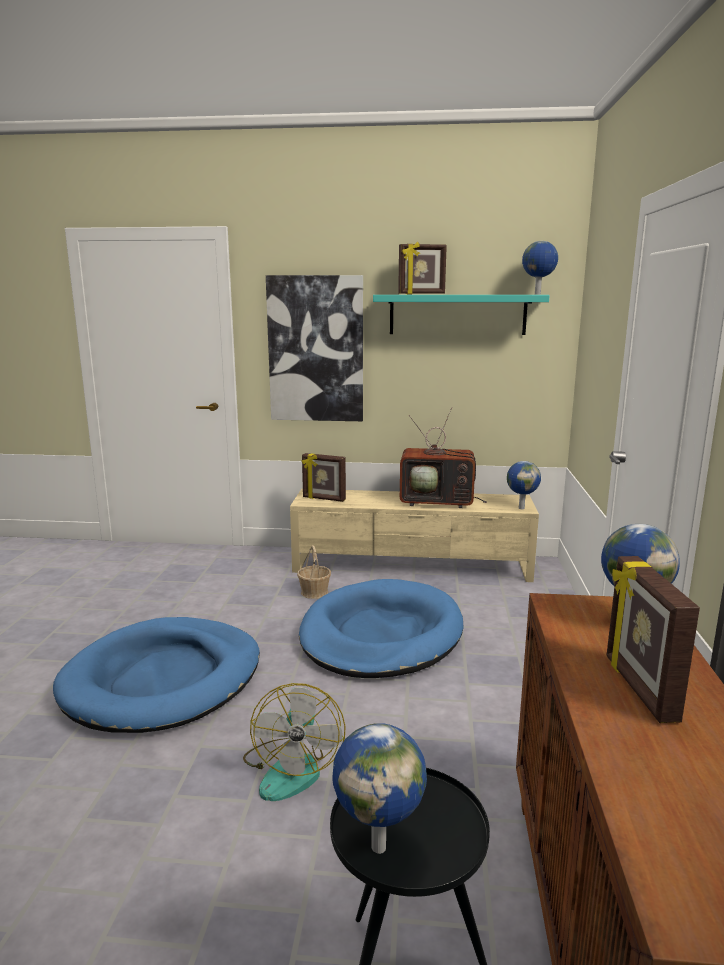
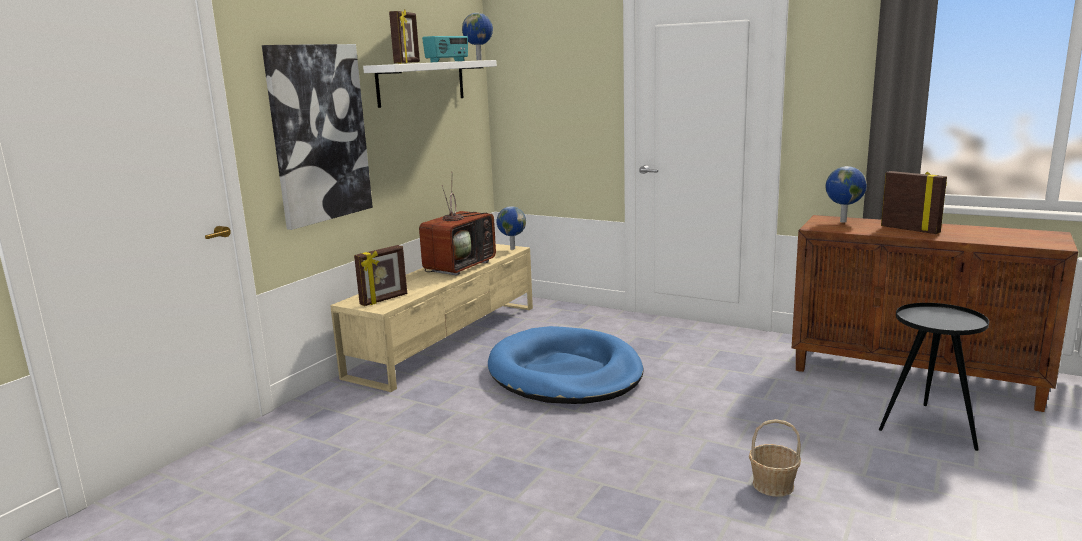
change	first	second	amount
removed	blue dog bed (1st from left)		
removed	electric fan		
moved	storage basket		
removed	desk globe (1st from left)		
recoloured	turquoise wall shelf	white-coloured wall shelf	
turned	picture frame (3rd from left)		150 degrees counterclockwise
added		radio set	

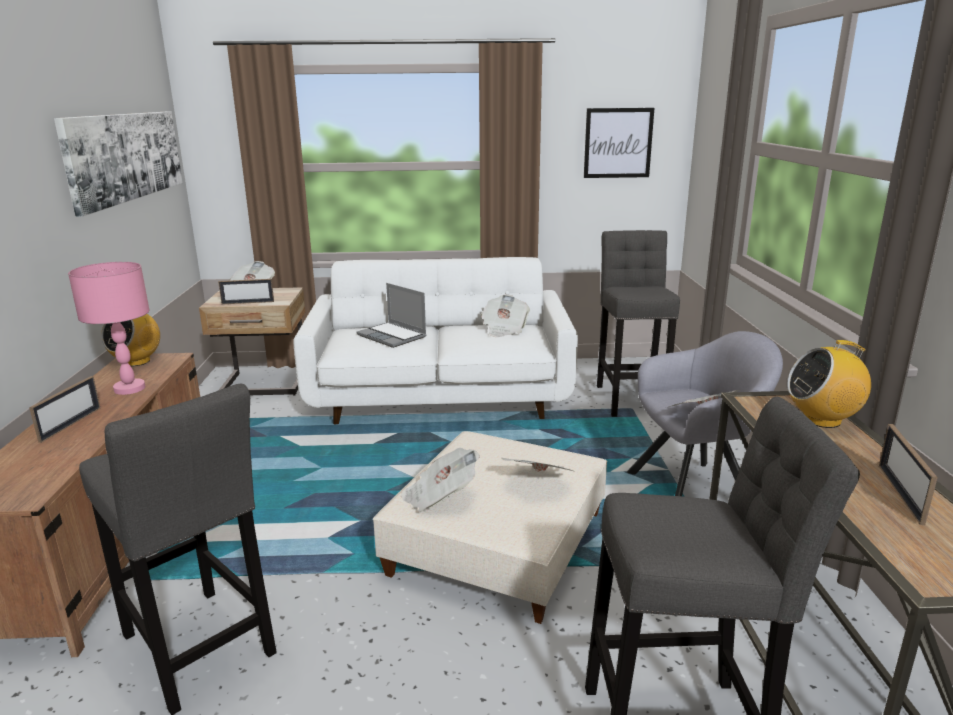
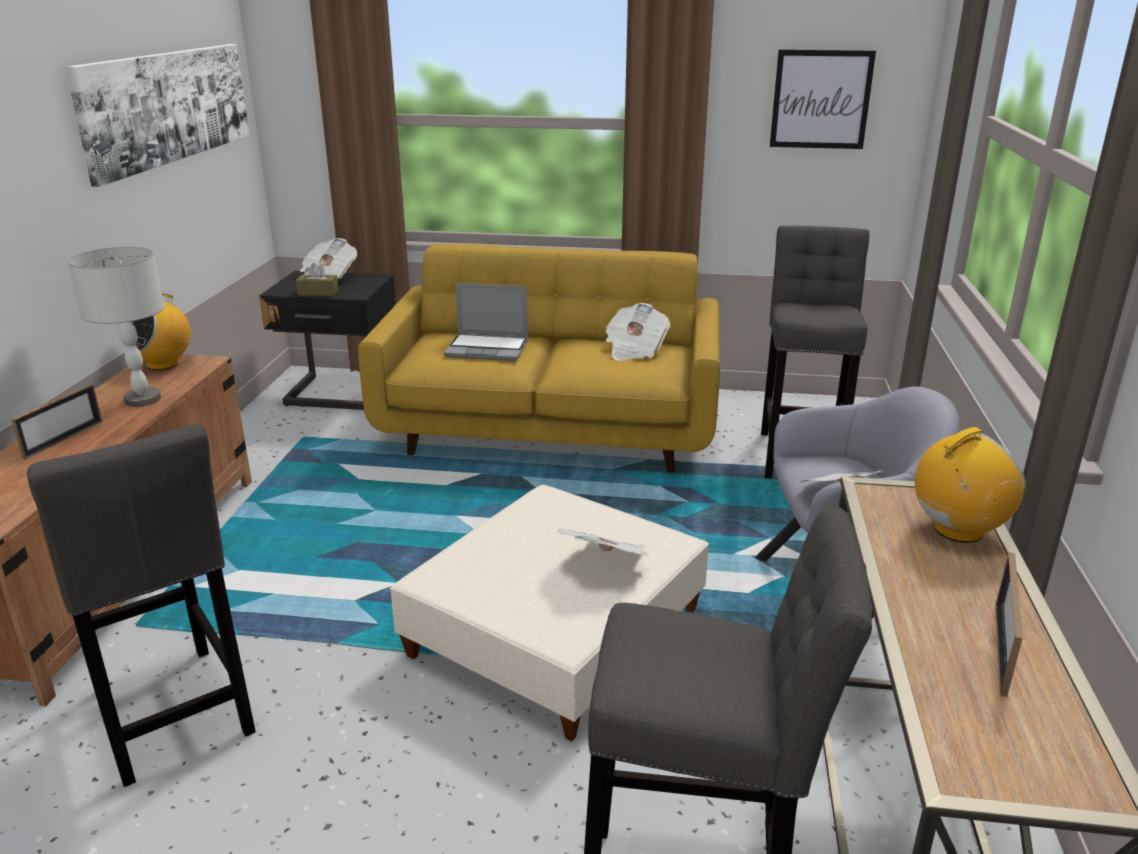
change	first	second	amount
recoloured	pinkish table lamp	gray table lamp	
recoloured	sand-coloured night table	blackish night table	
replaced	picture frame (2nd from left)	brown tissue box	
recoloured	white-coloured sofa	yellowish sofa	
turned	notebook computer		45 degrees counterclockwise
removed	newspaper (2nd from left)		
turned	radio set (2nd from left)		150 degrees clockwise

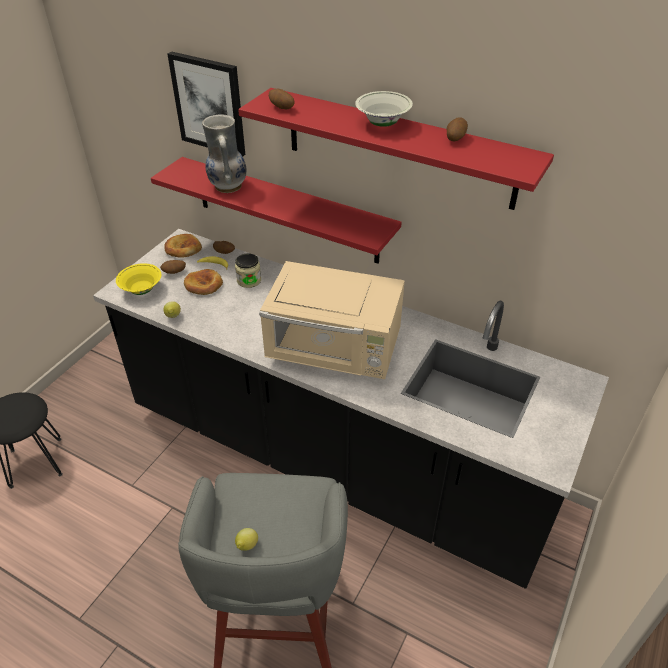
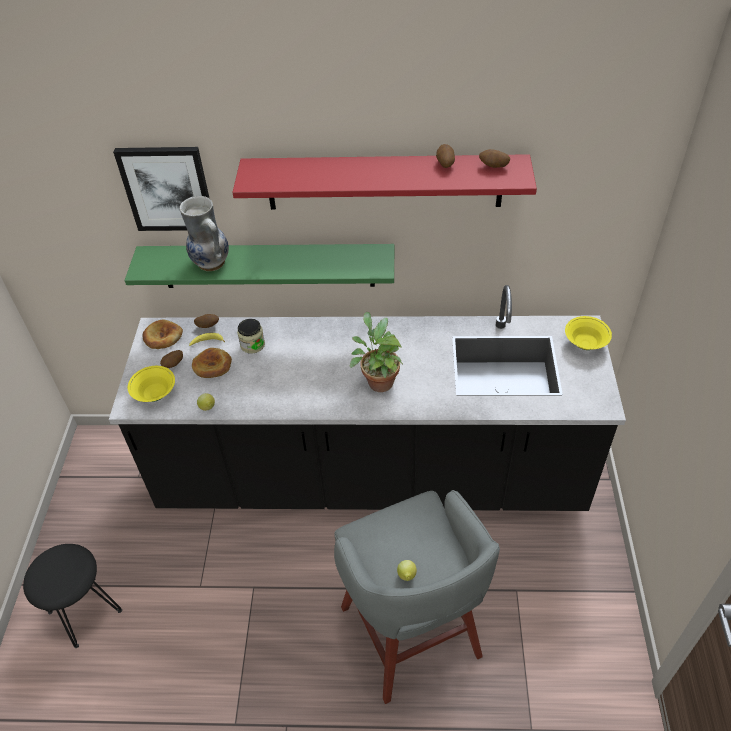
change	first	second	amount
recoloured	red wall shelf (1st from left)	green wall shelf	
replaced	sand-coloured kitchen microwave	plant in a pot	
moved	whole potato (3rd from left in the first image)	whole potato (4th from left)	
removed	white-coloured serving bowl		
added		yellowish serving bowl (2nd from left)	

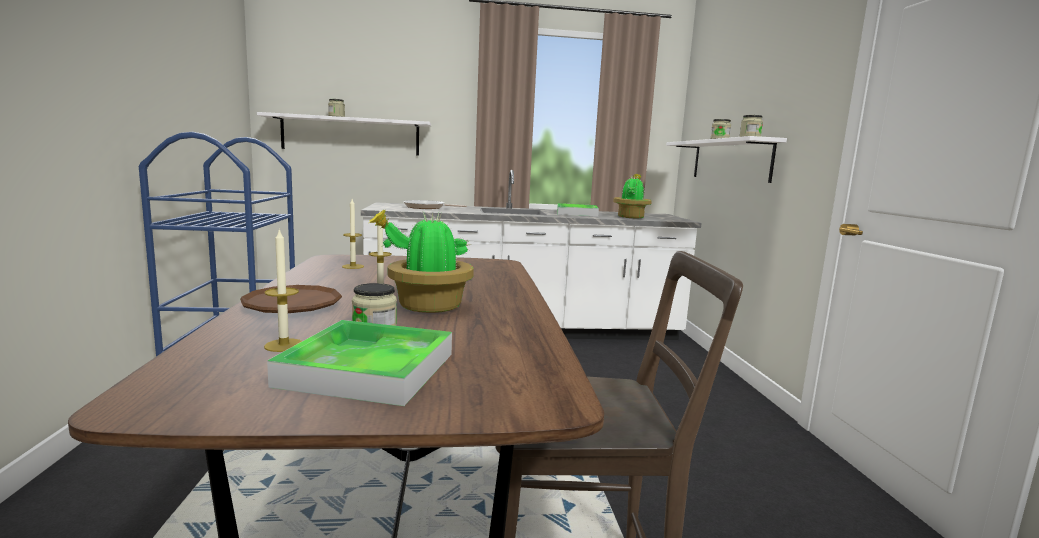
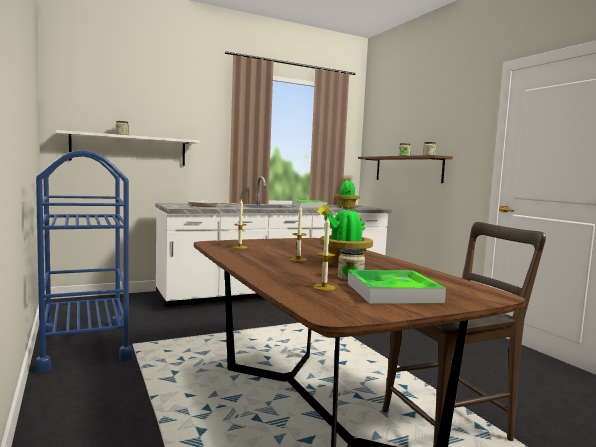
change	first	second	amount
removed	brown dinner plate		
recoloured	white-coloured wall shelf (2nd from left)	brown wall shelf	

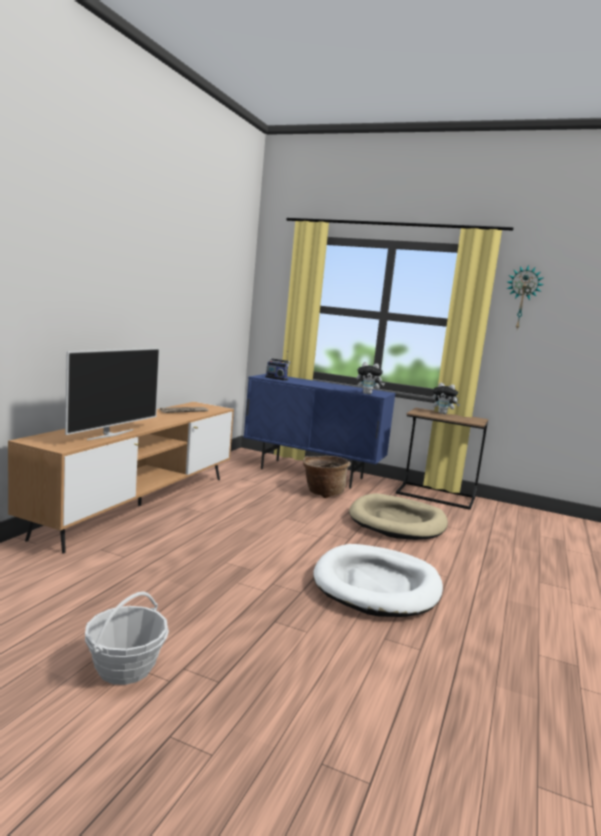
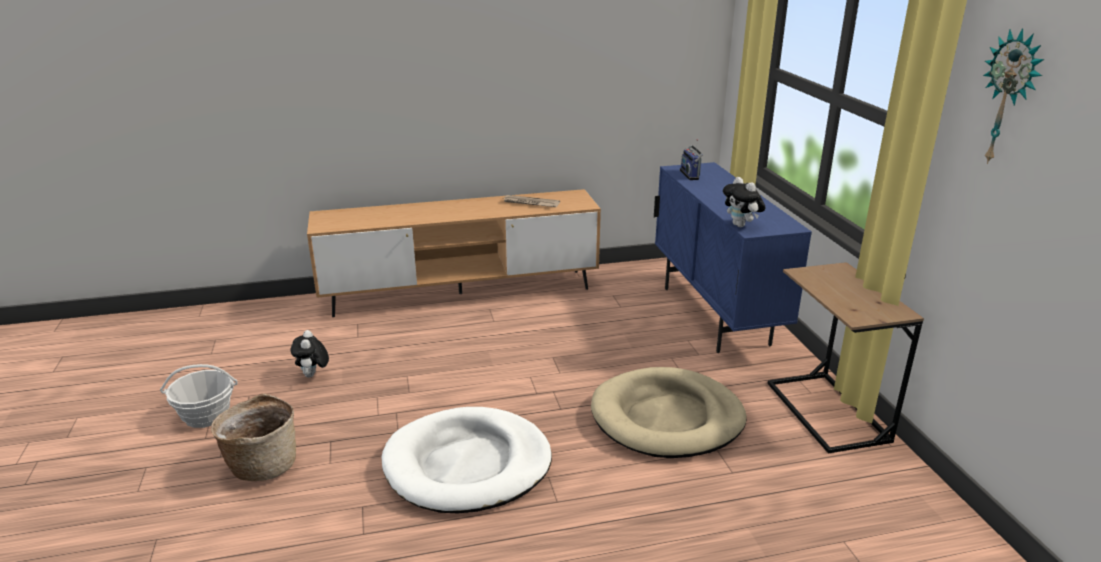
change	first	second	amount
removed	TV set		
moved	storage basket (2nd from left)		
moved	plush toy (2nd from left in the first image)	plush toy (1st from left)	

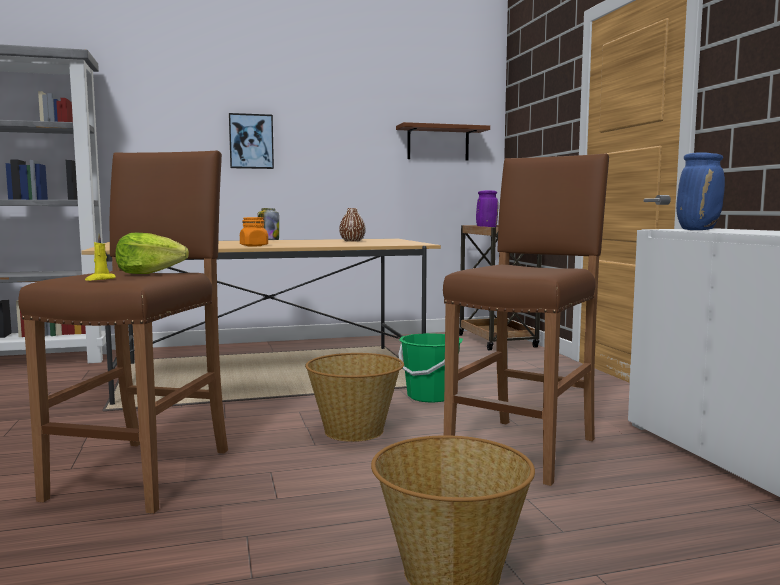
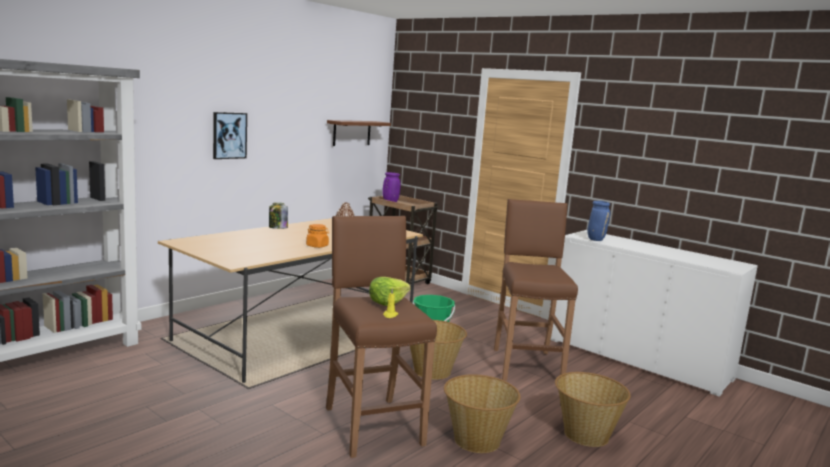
change	first	second	amount
added		storage basket (2nd from left)	

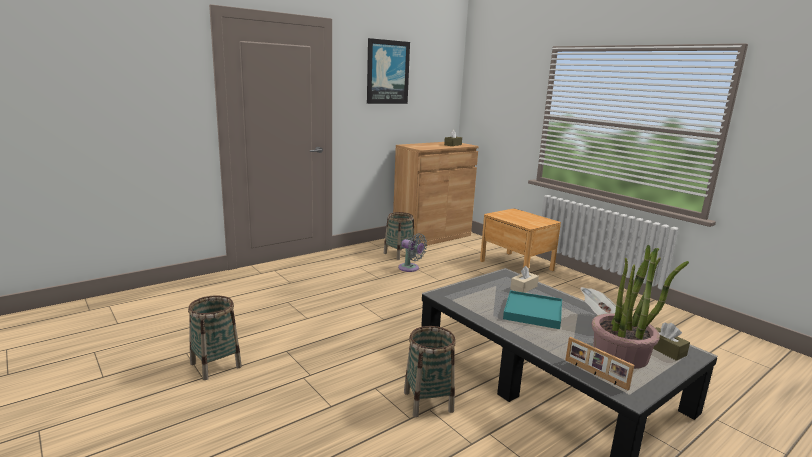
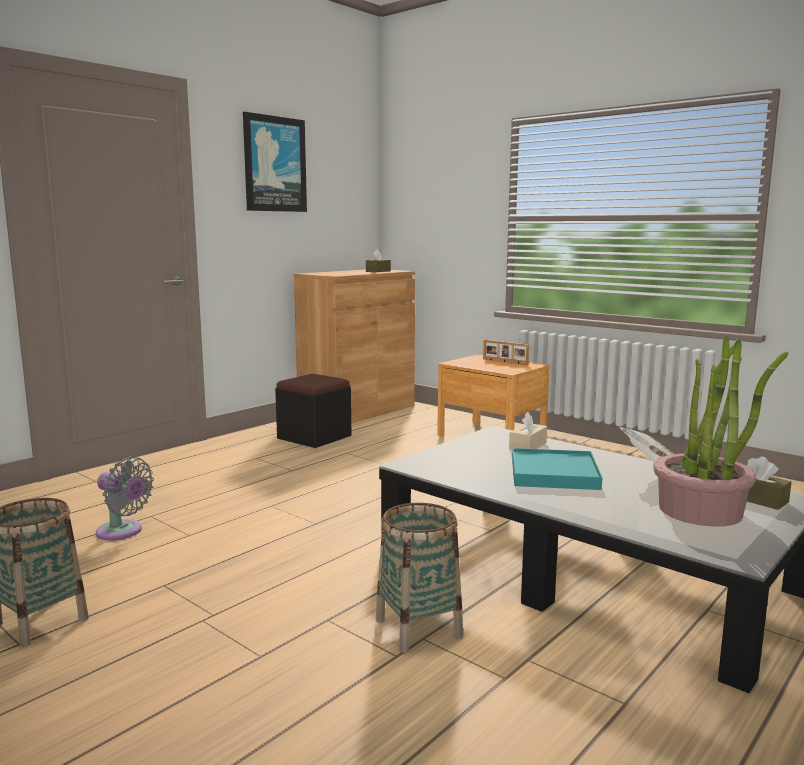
change	first	second	amount
replaced	storage basket (2nd from left)	blackish ottoman	
moved	gray electric fan		
moved	picture frame		

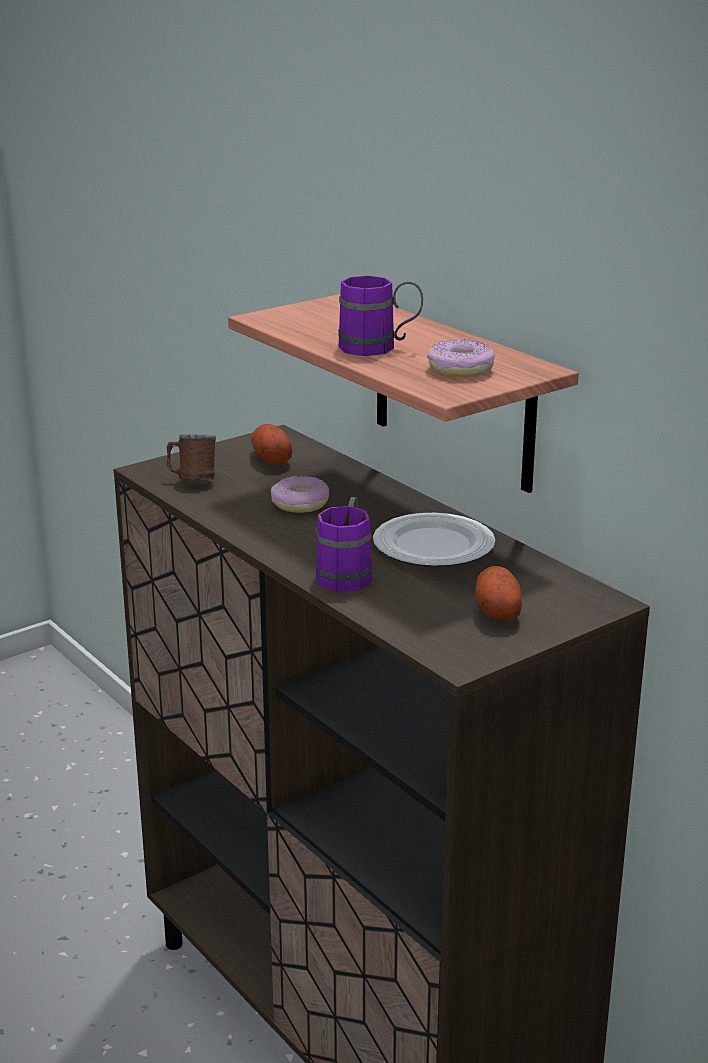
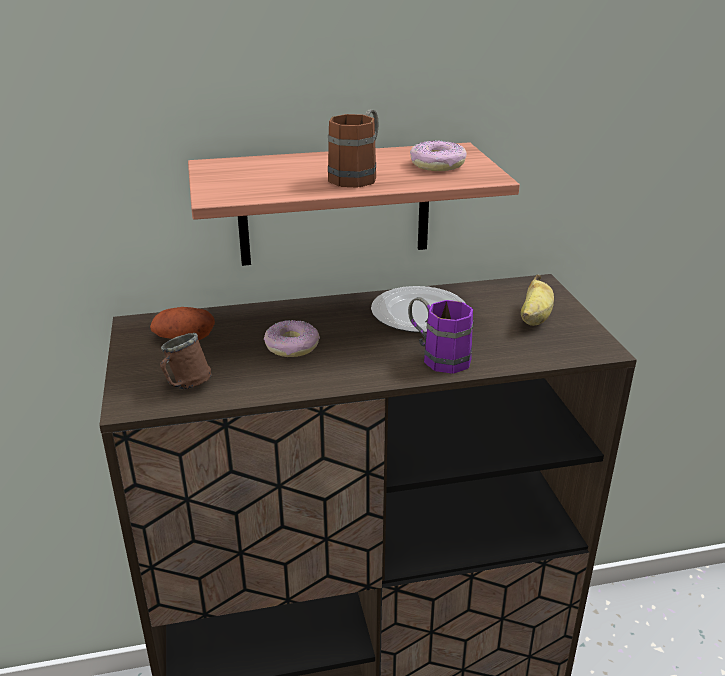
change	first	second	amount
recoloured	purple-coloured coffee mug (2nd from left)	brown coffee mug (2nd from left)	
replaced	whole potato (2nd from left)	banana	

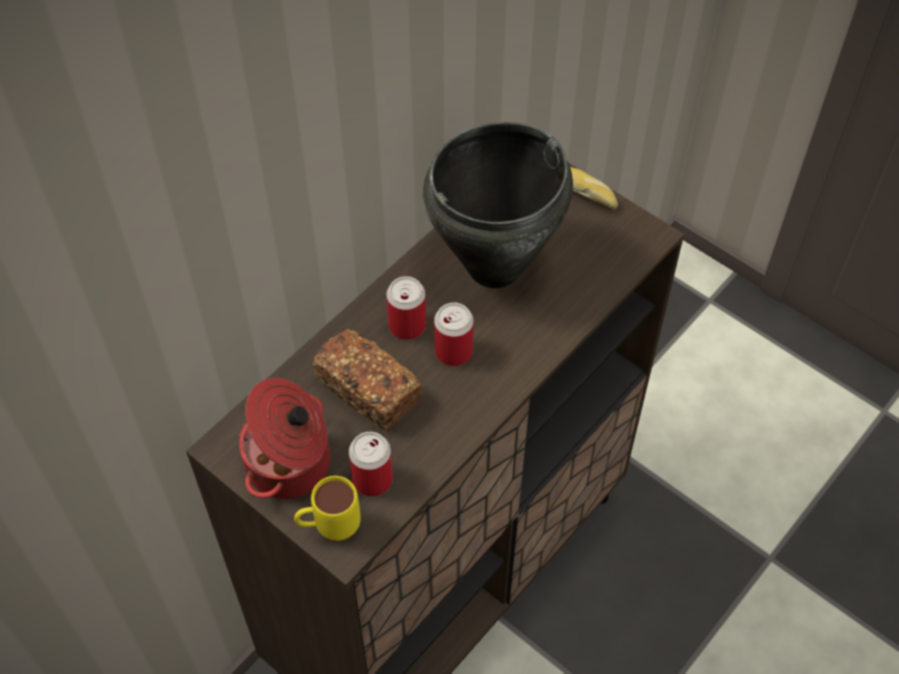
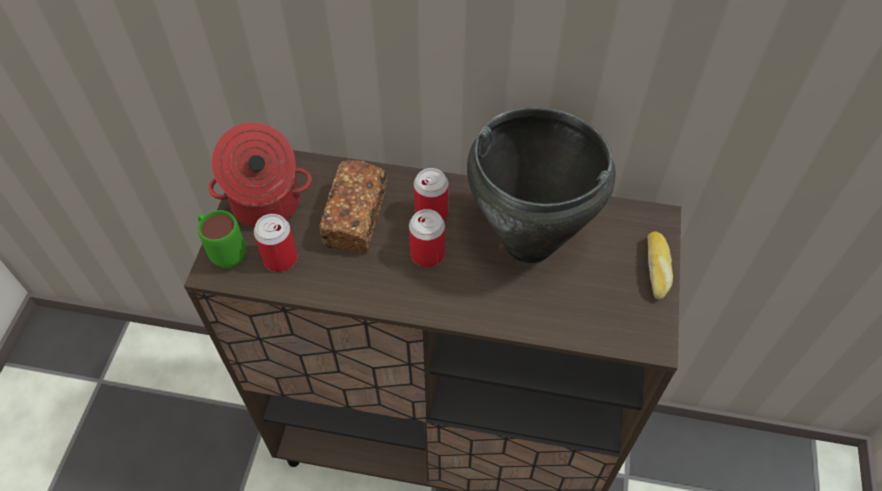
change	first	second	amount
recoloured	yellowish coffee mug	green coffee mug	

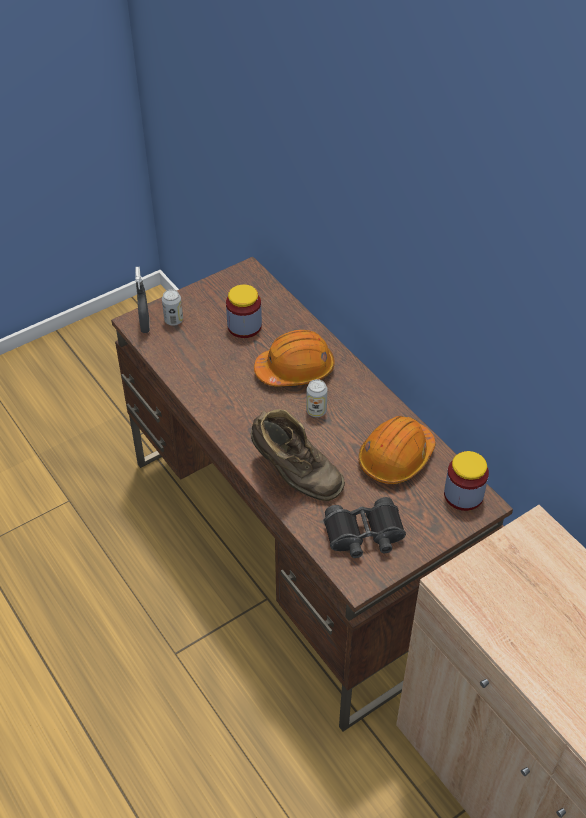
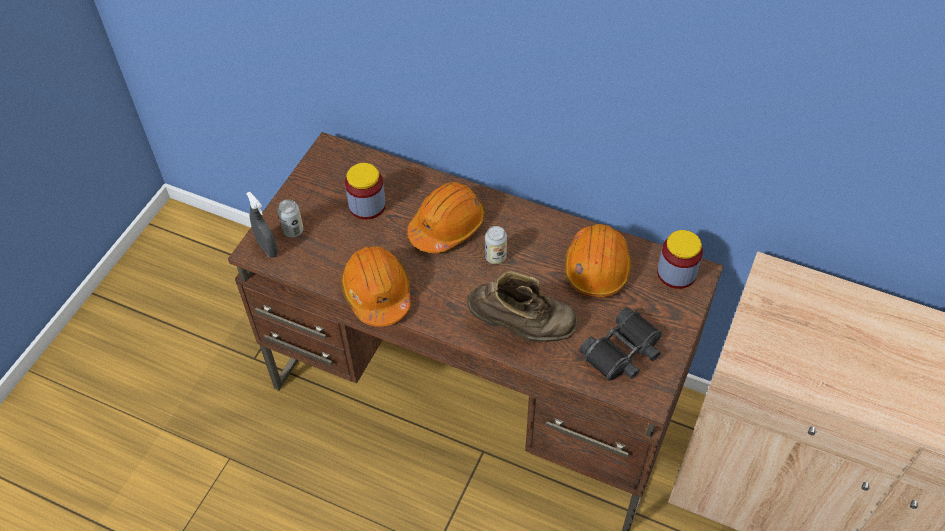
change	first	second	amount
added		orangey hard hat (1st from left)	

